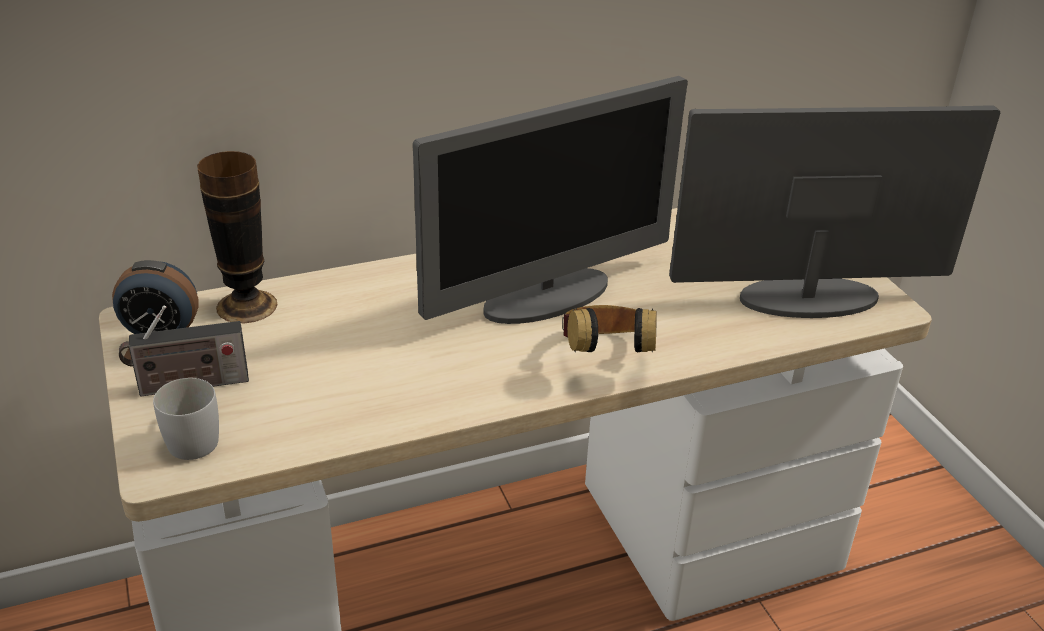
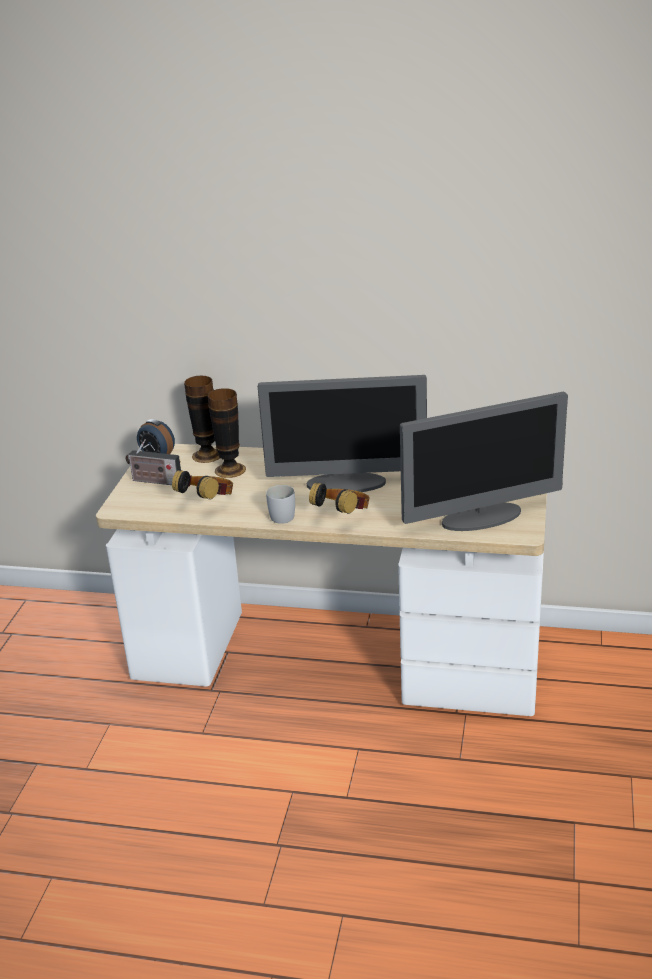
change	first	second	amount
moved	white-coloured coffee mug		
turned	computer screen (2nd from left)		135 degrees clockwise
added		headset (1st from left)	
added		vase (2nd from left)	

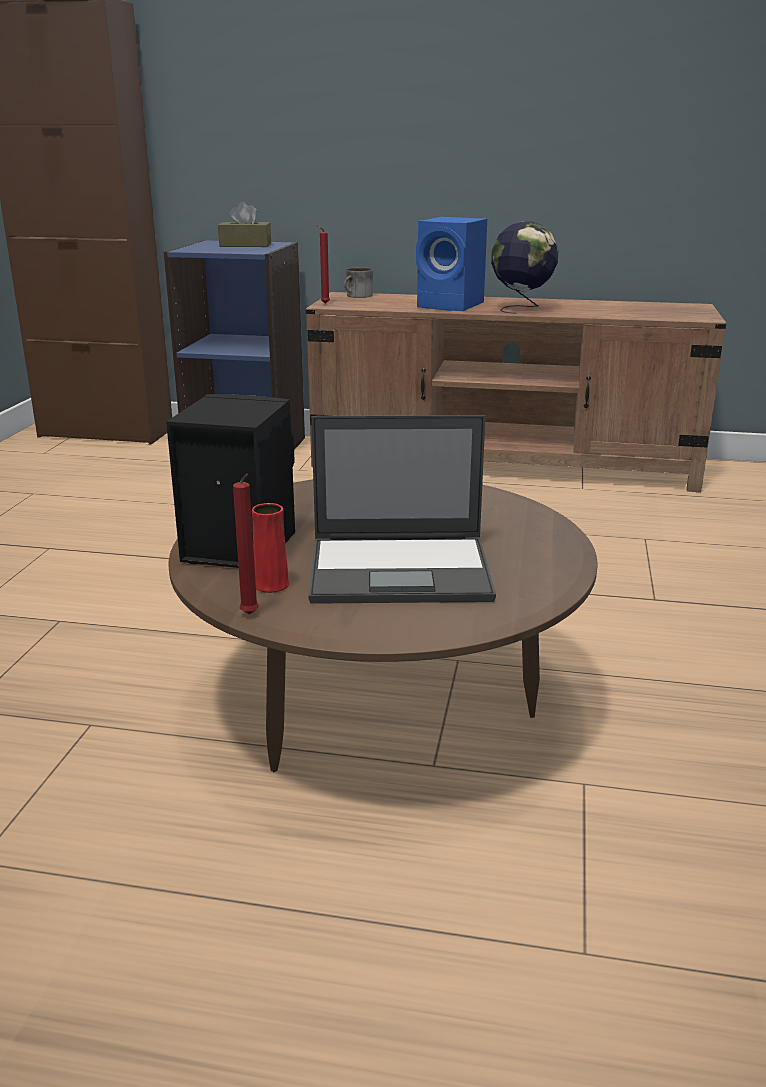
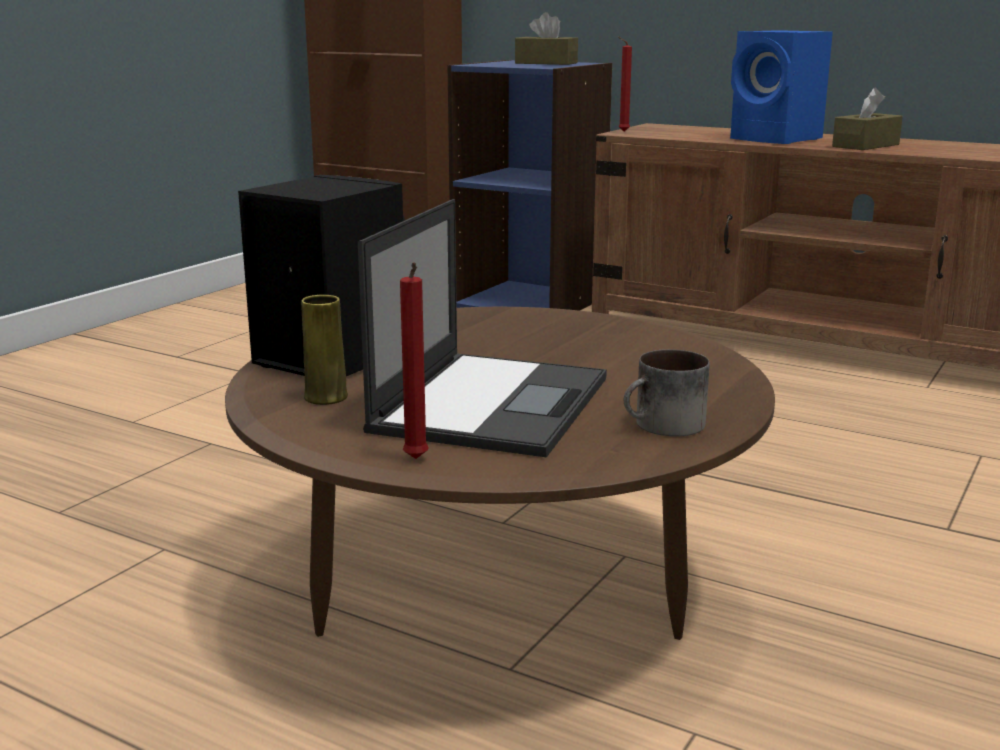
change	first	second	amount
moved	red wax candle (1st from left)		
recoloured	red vase	yellowish vase	
turned	notebook computer		90 degrees counterclockwise
moved	coffee mug		
replaced	desk globe	brown tissue box (2nd from left)	

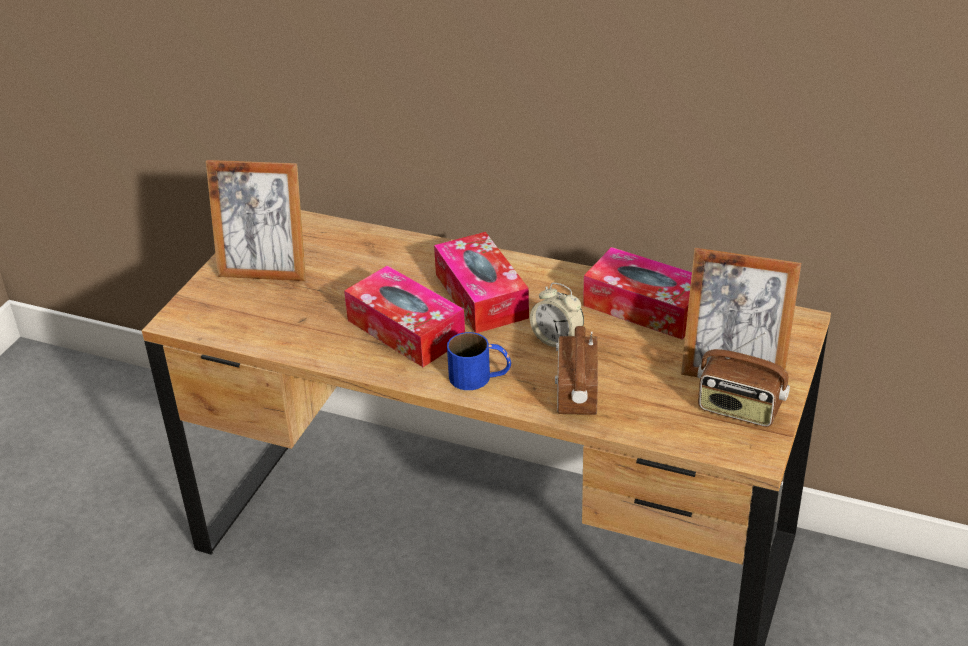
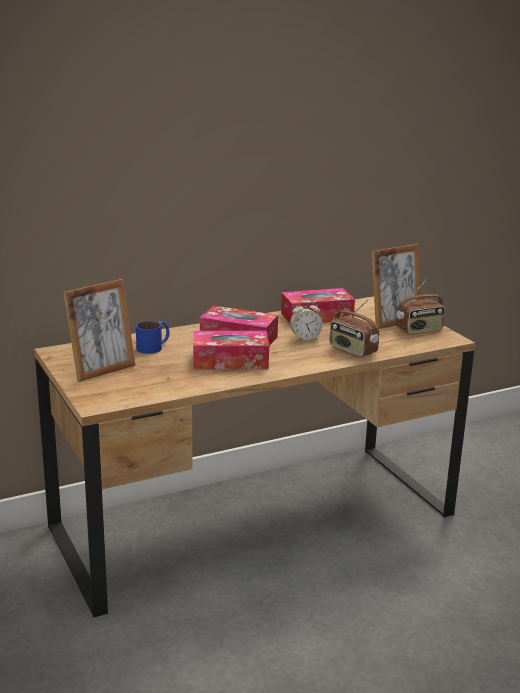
change	first	second	amount
moved	blue coffee mug		

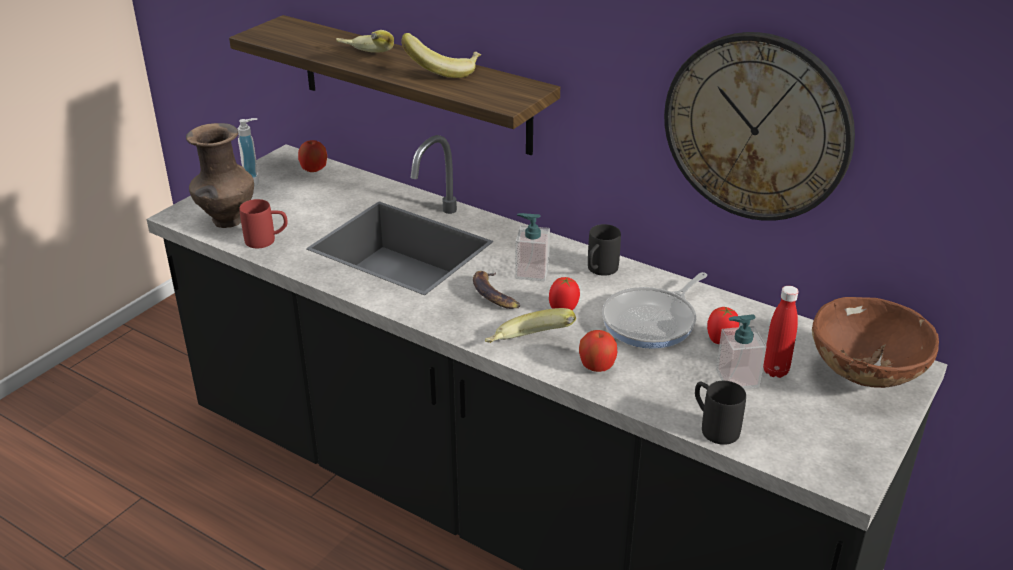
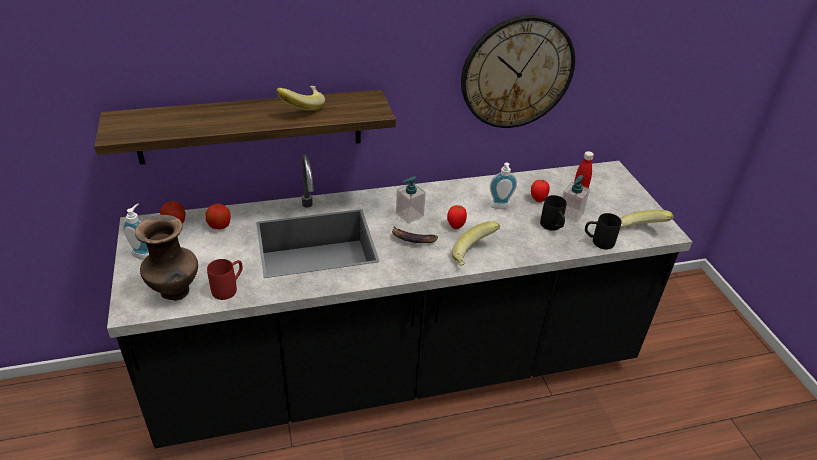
change	first	second	amount
moved	banana (1st from left in the first image)	banana (4th from left)	
moved	apple fruit (2nd from left)		
moved	blackish coffee mug (1st from left)		
replaced	skillet	liquid soap bottle (3rd from left)	
removed	brown serving bowl		

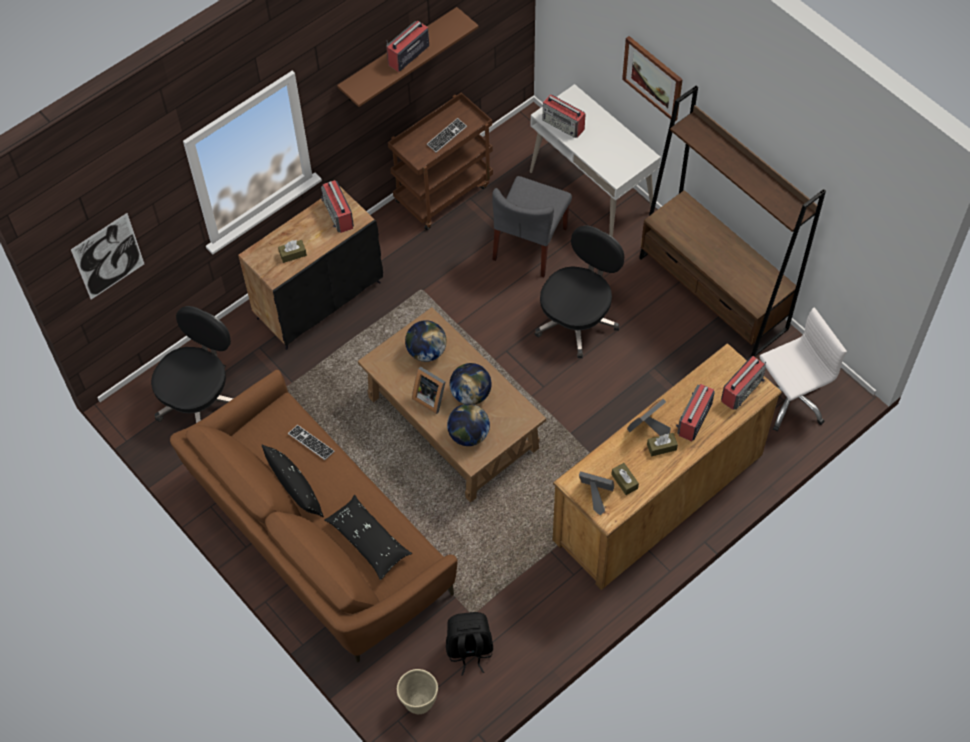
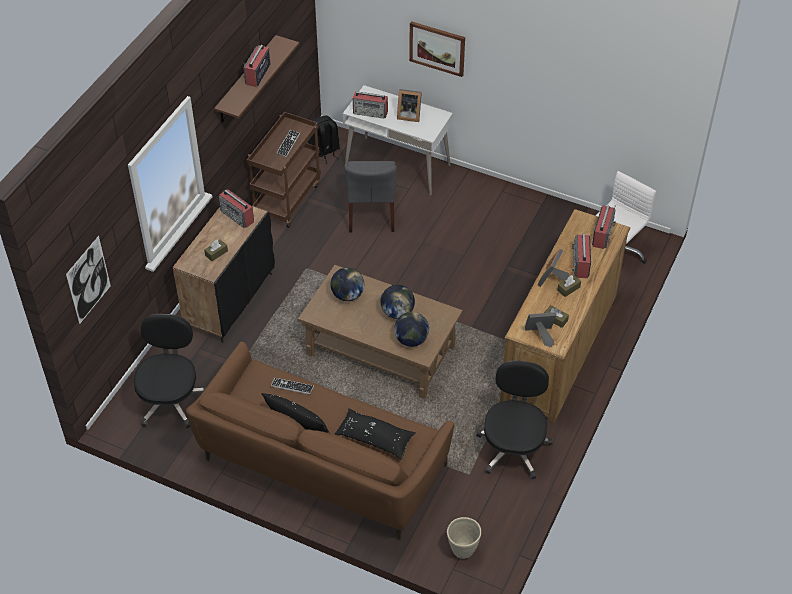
change	first	second	amount
moved	picture frame (1st from left)		
moved	blackish rucksack		
moved	blackish office chair (2nd from left)		
removed	brown bookshelf		

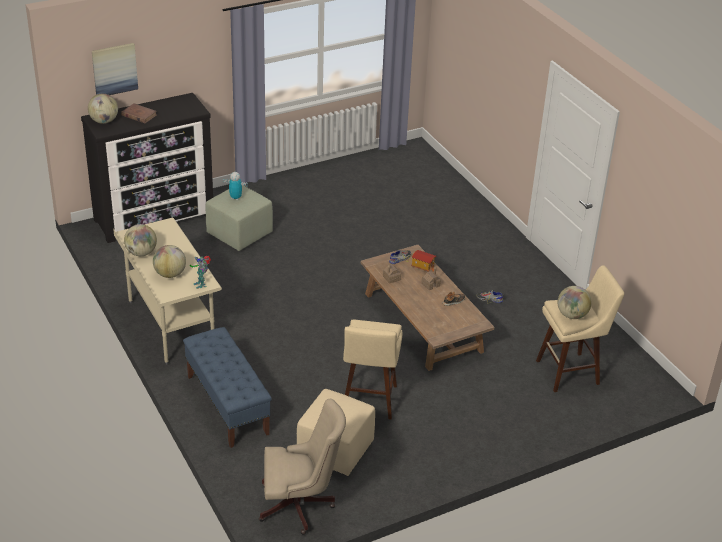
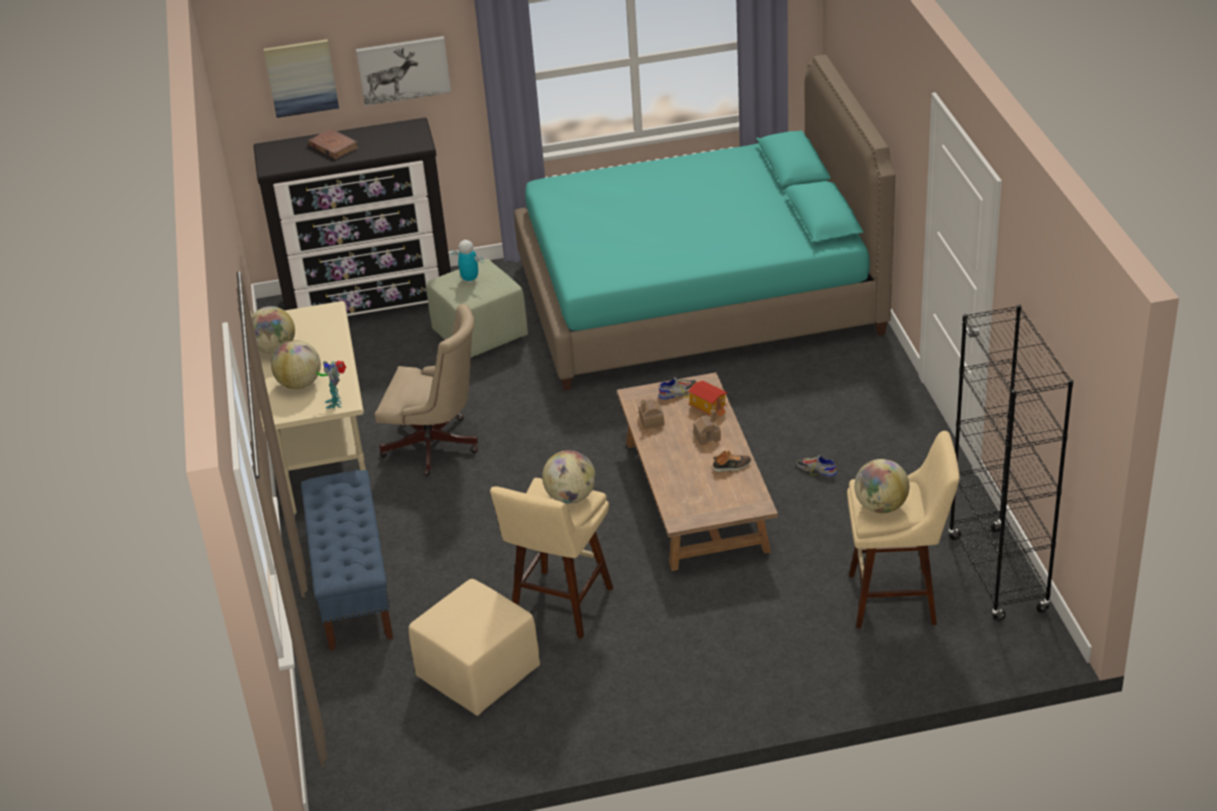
change	first	second	amount
moved	desk globe (1st from left in the first image)	desk globe (3rd from left)	
moved	sand-coloured office chair		
added		wall art (2nd from left)	
added		turquoise bedroom bed	
added		blackish bookshelf	

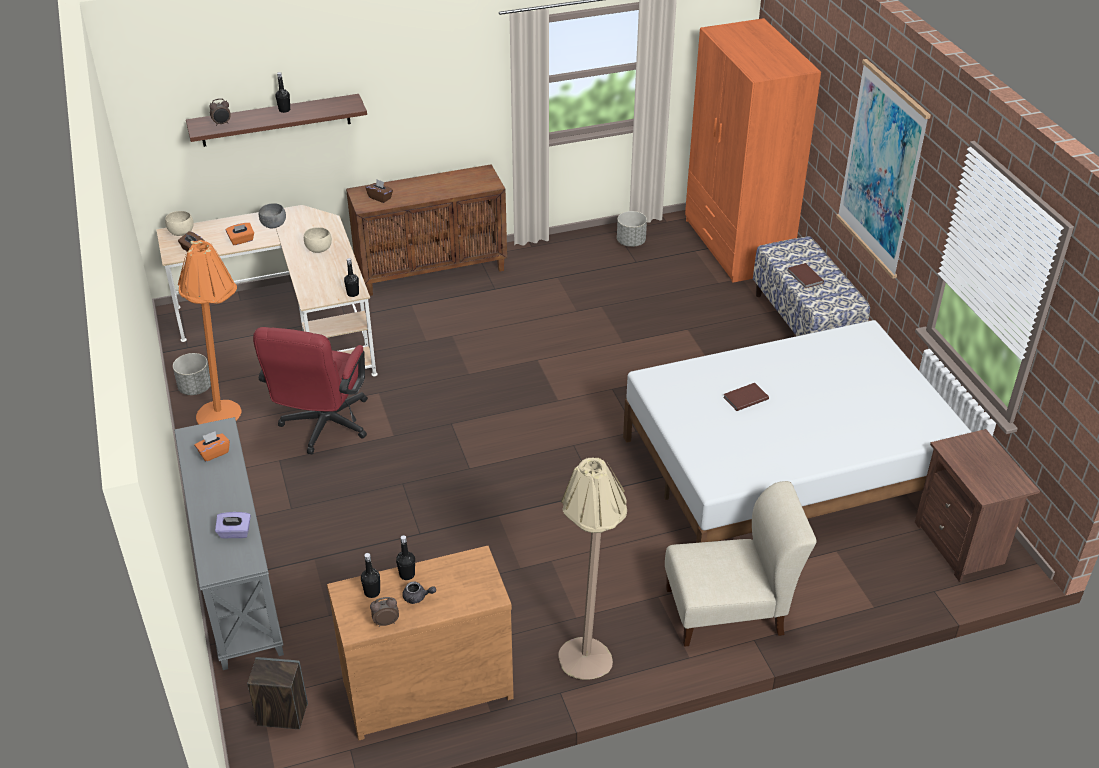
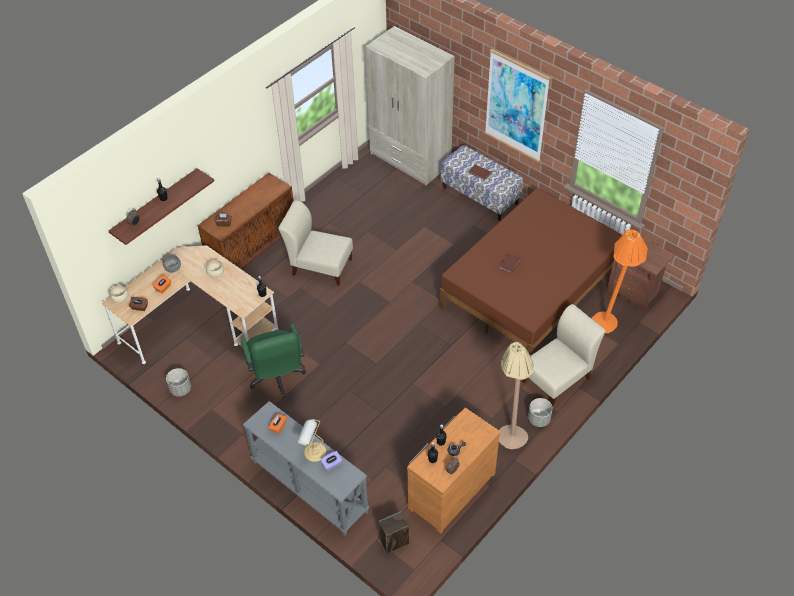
change	first	second	amount
moved	orangey standing lamp		
recoloured	red office chair	green office chair	
moved	gray planter (2nd from left)		
recoloured	white-coloured bedroom bed	brown bedroom bed	
recoloured	orangey wardrobe	sand-coloured wardrobe	
added		sand-coloured plain chair (1st from left)	
added		table lamp	

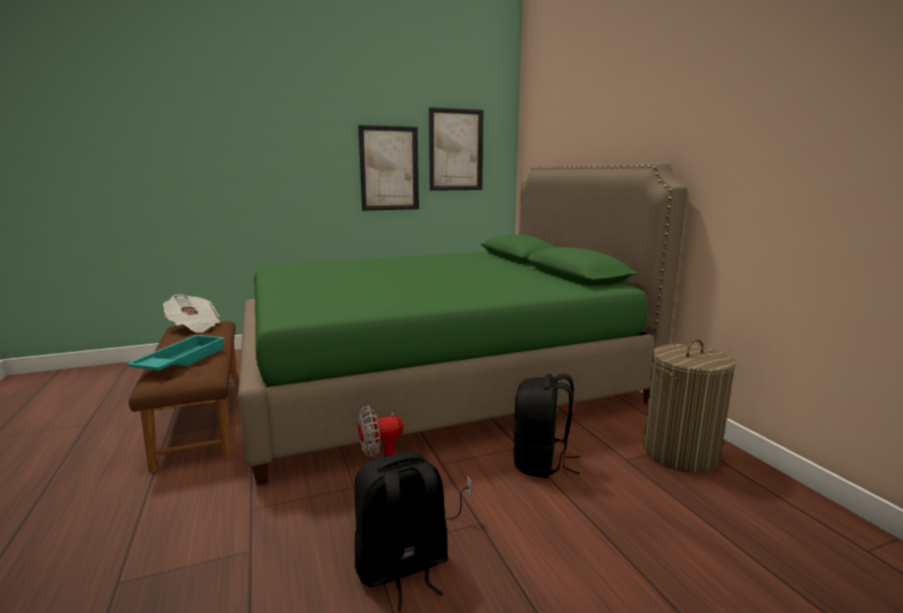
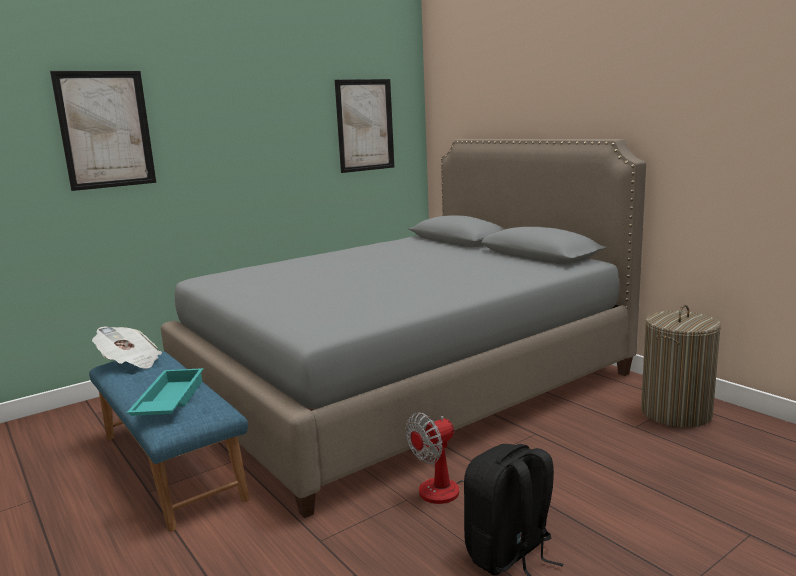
change	first	second	amount
recoloured	brown indoor bench	blue indoor bench	
recoloured	green bedroom bed	gray bedroom bed	
moved	wall art (1st from left)		
removed	blackish rucksack (2nd from left)		

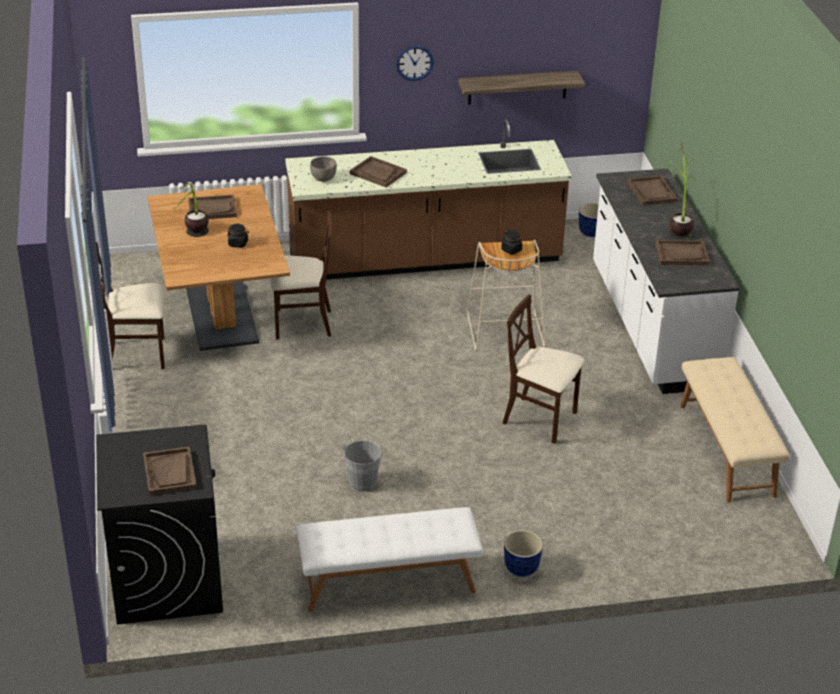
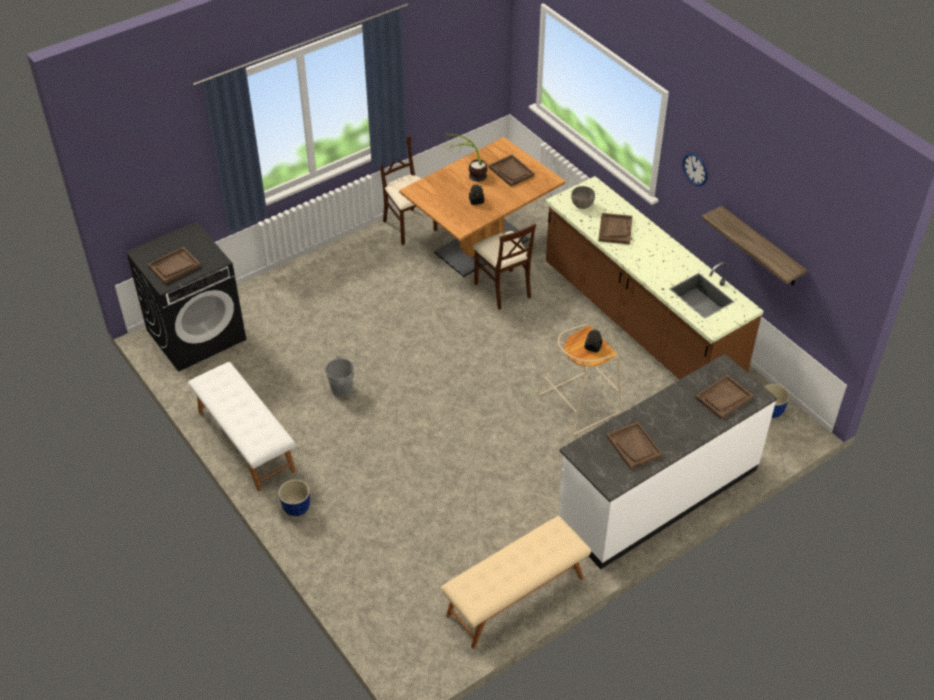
change	first	second	amount
removed	sand-coloured plain chair (3rd from left)		
removed	plant in a pot (2nd from left)		

